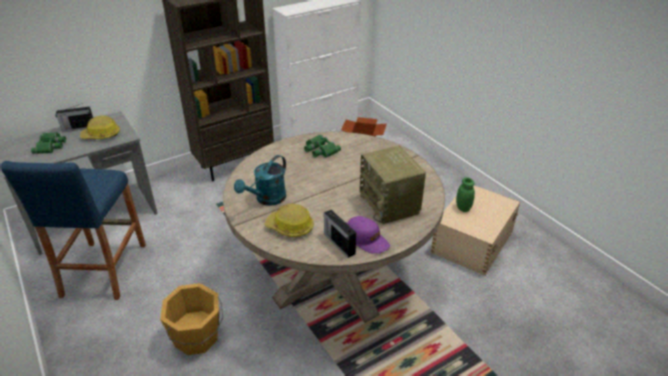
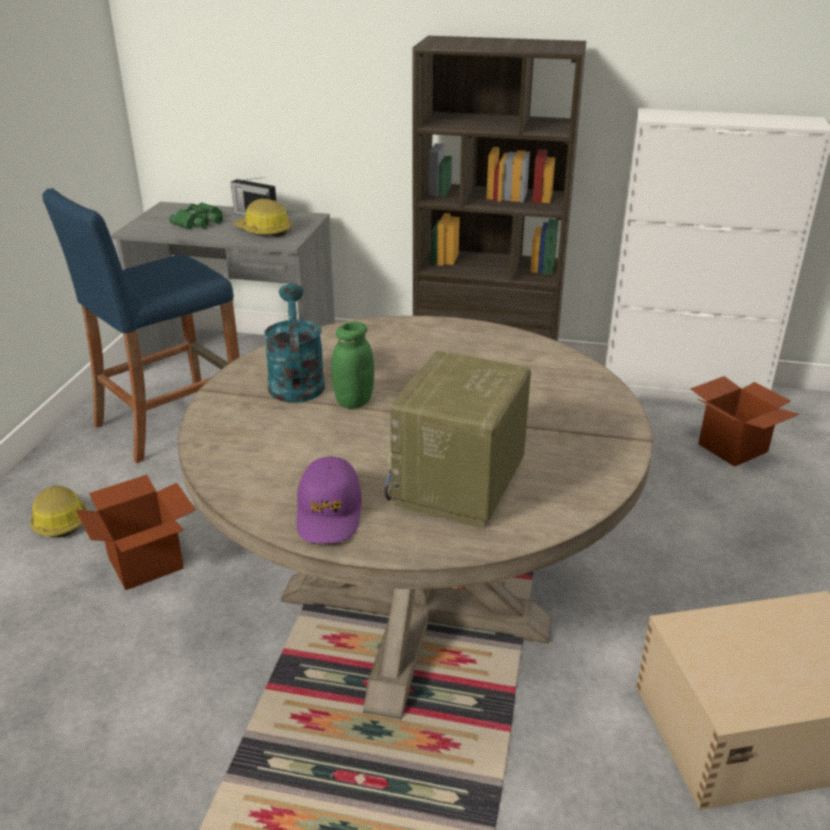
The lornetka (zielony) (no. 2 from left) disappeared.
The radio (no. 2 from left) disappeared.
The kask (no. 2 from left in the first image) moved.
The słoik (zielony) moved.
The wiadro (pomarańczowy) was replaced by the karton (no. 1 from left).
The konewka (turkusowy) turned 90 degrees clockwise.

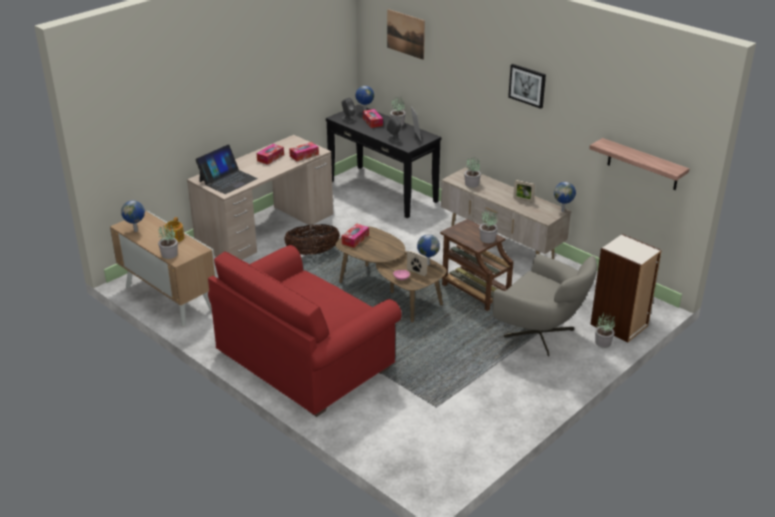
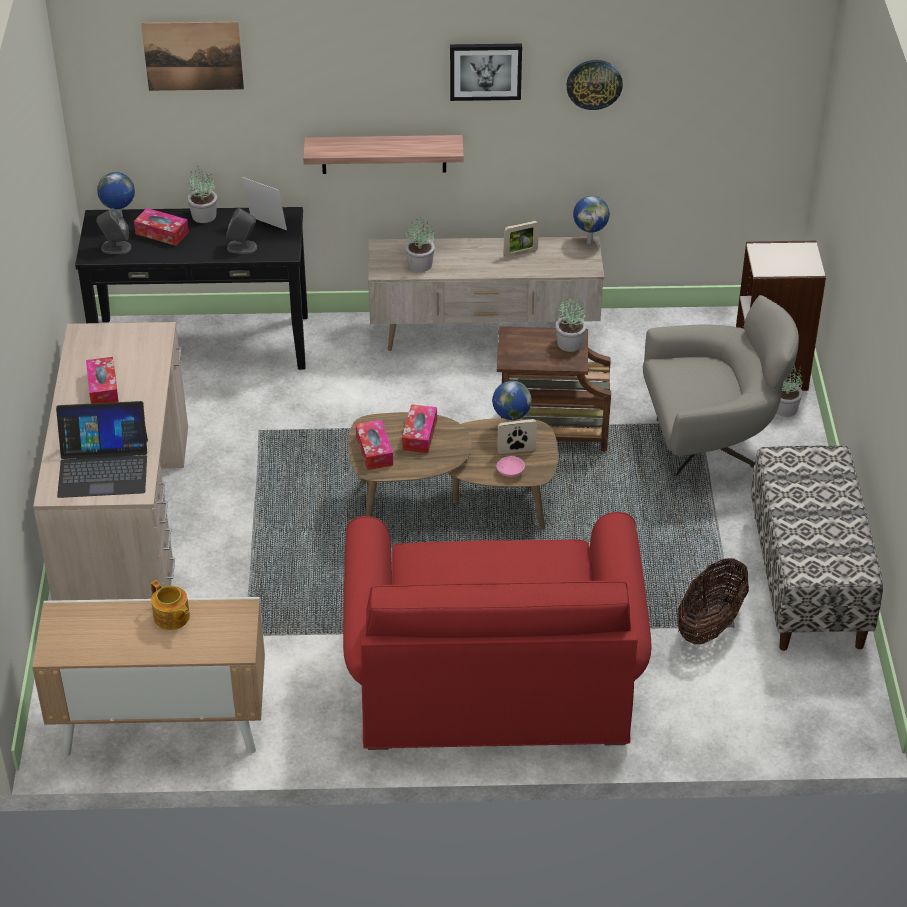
The globus (no. 1 from left) disappeared.
The roślina doniczkowa (no. 1 from left) disappeared.
The zegar ścienny appeared.
The ławka appeared.
The koszyk moved.
The pudełko chusteczek (no. 2 from left in the first image) moved.
The półka moved.
The laptop turned 90 degrees clockwise.

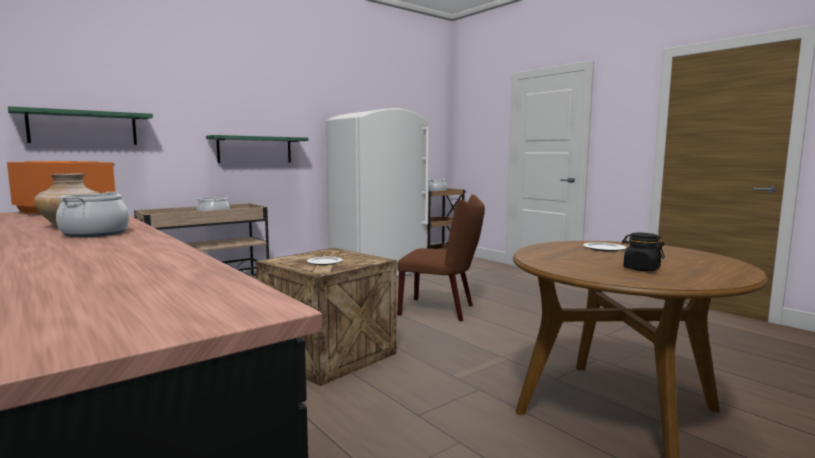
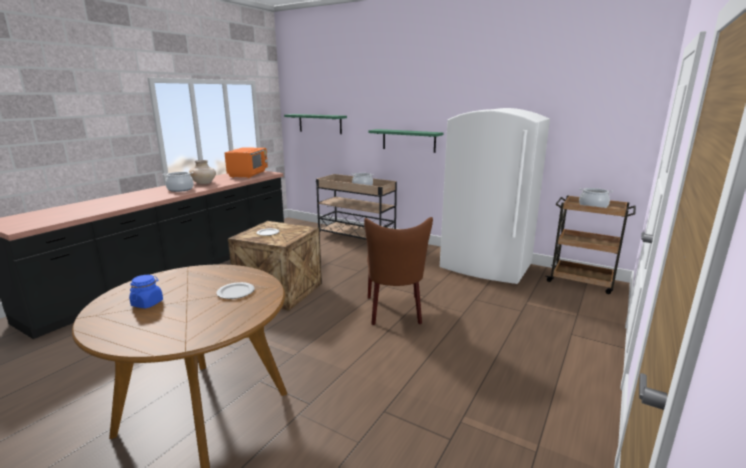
The słoik (czarny) became the słoik (niebieski).

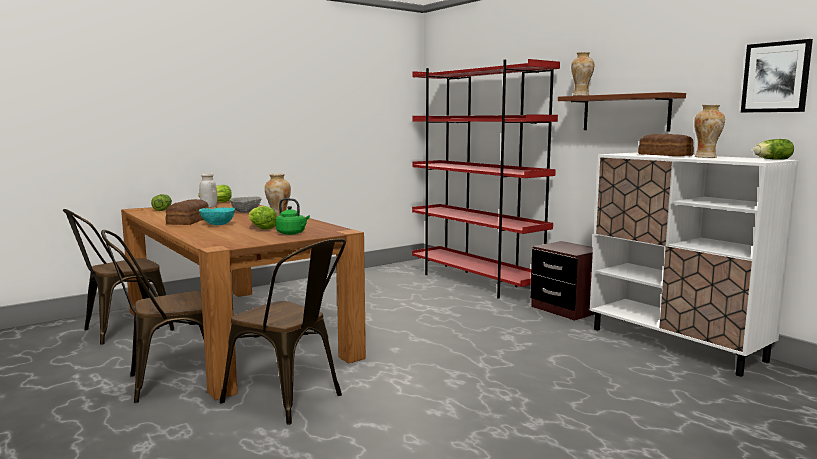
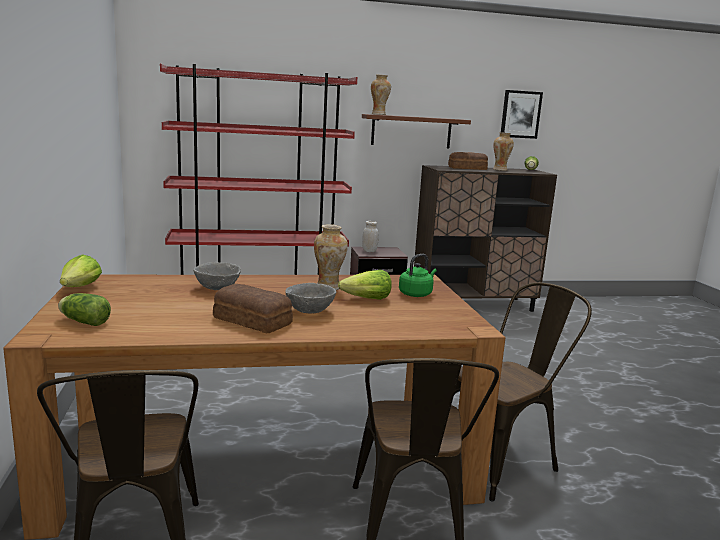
The słoik (biały) moved.
The miska (turkusowy) became the miska (szary) (no. 2 from left).
The szafka (biały) became the szafka (brązowy).

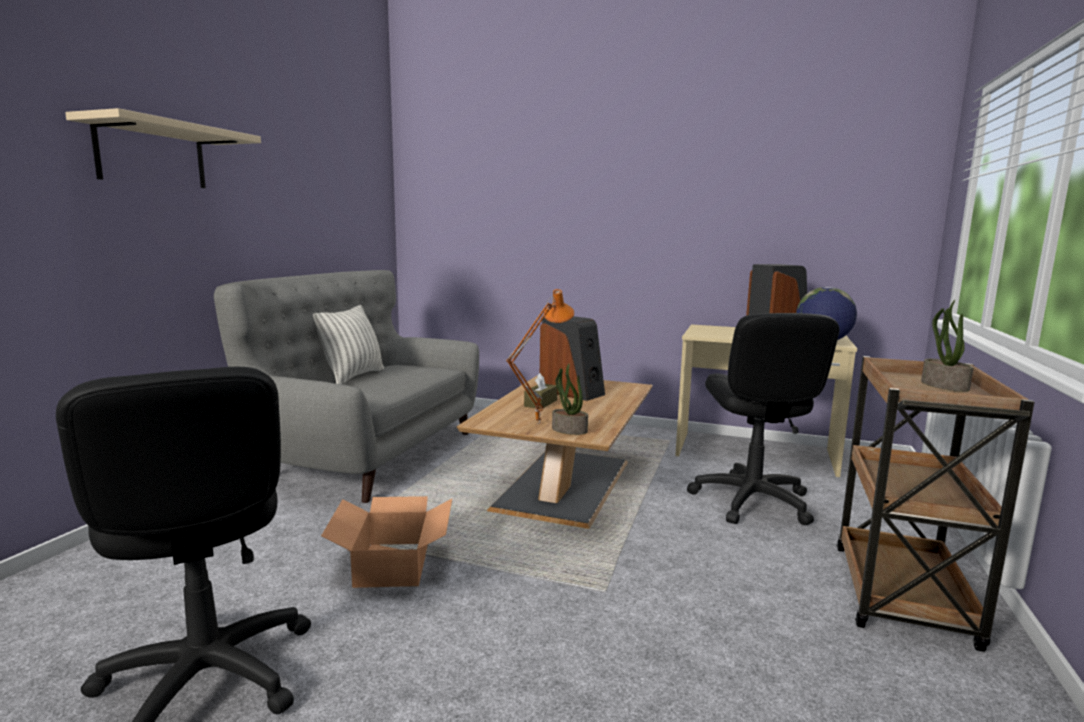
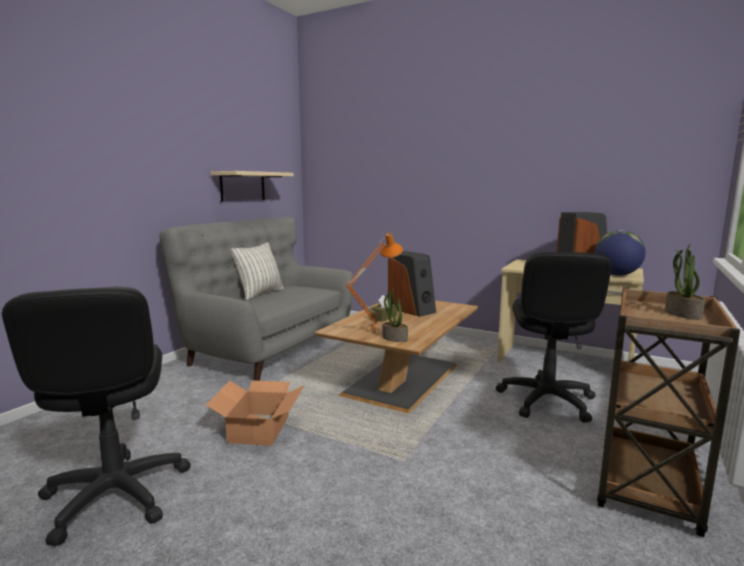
The półka (beżowy) moved.

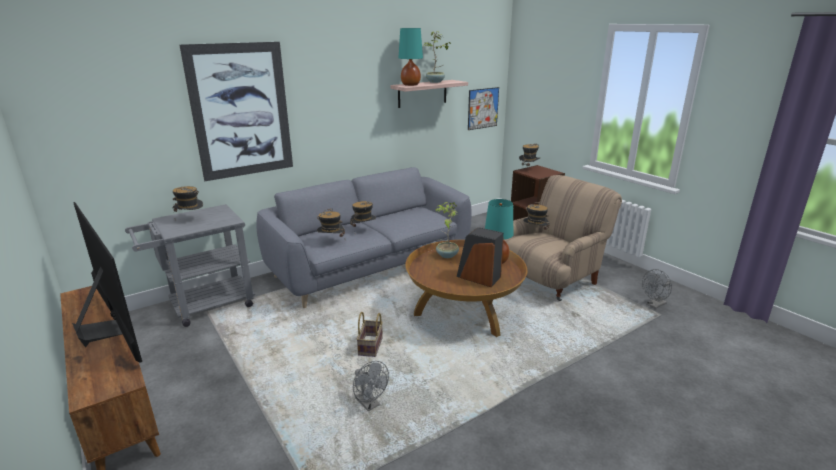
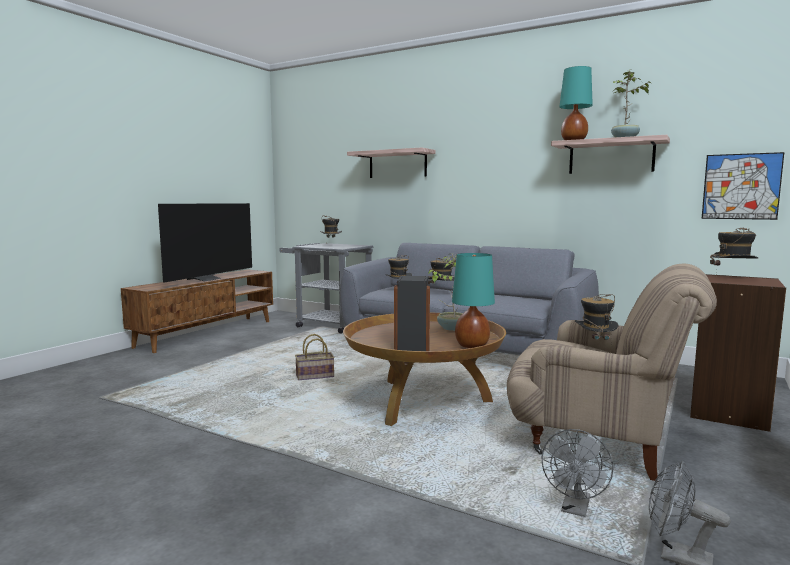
The wentylator (szary) (no. 1 from left) moved.
The obraz (no. 1 from left) was replaced by the półka (no. 1 from left).

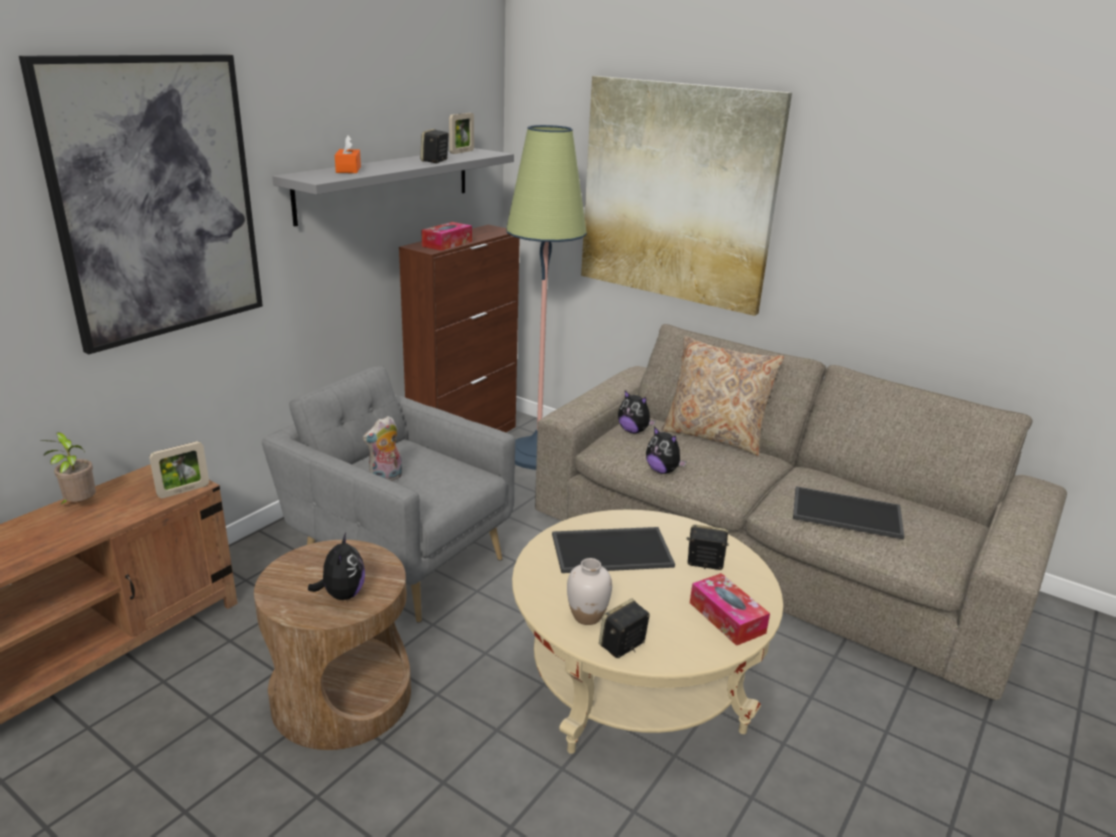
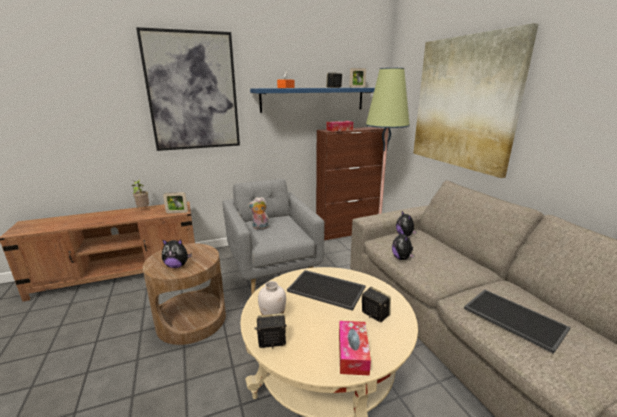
The poduszka (beżowy) disappeared.
The półka (szary) became the półka (niebieski).
The pluszak (no. 1 from left) turned 60 degrees clockwise.

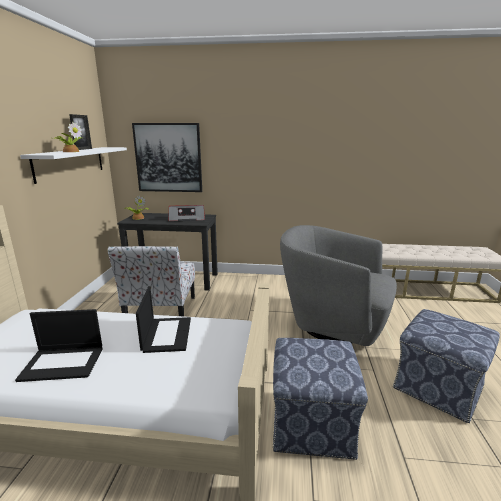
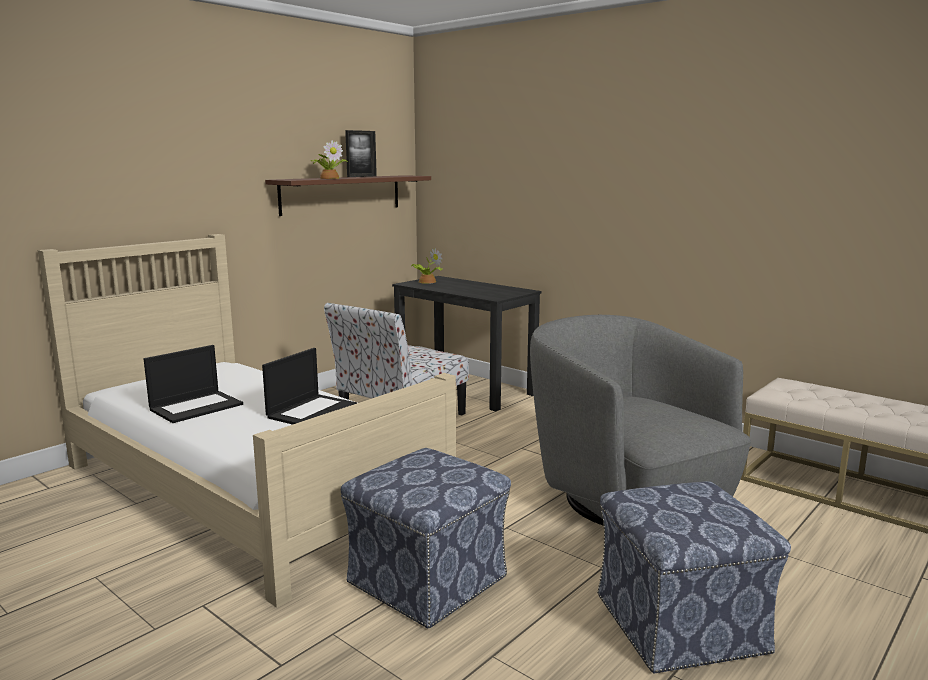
The obraz disappeared.
The radio disappeared.
The półka (biały) became the półka (brązowy).
The laptop (no. 1 from left) turned 75 degrees counterclockwise.

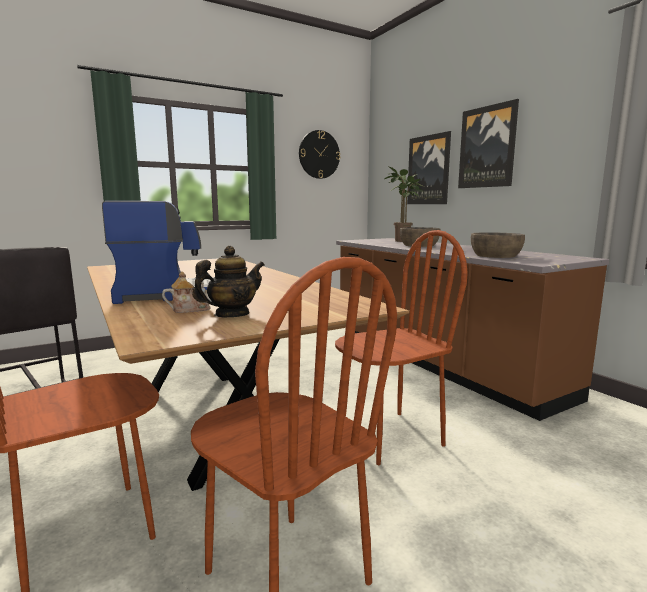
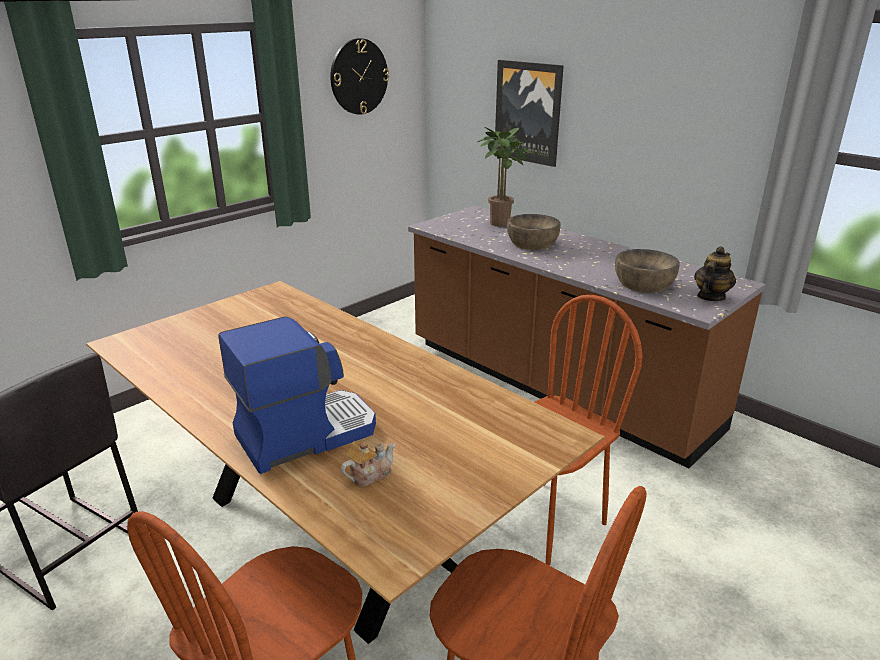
The obraz (no. 2 from left) disappeared.
The imbryk (no. 2 from left) moved.

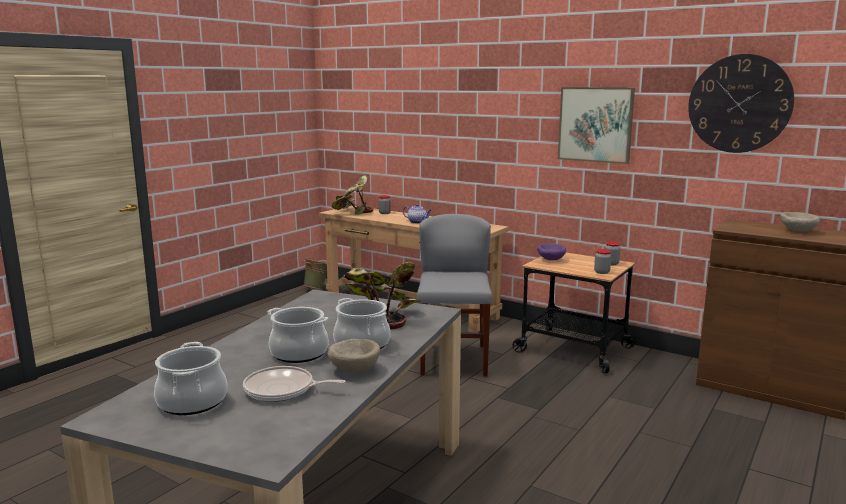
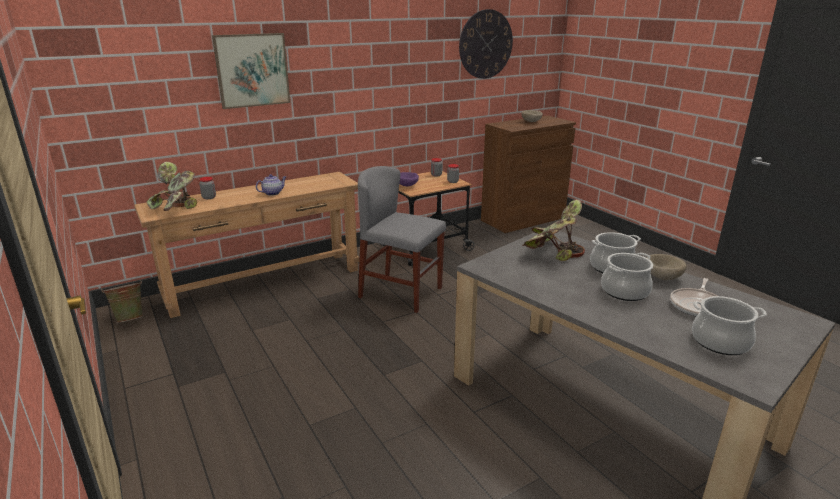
The obraz moved.

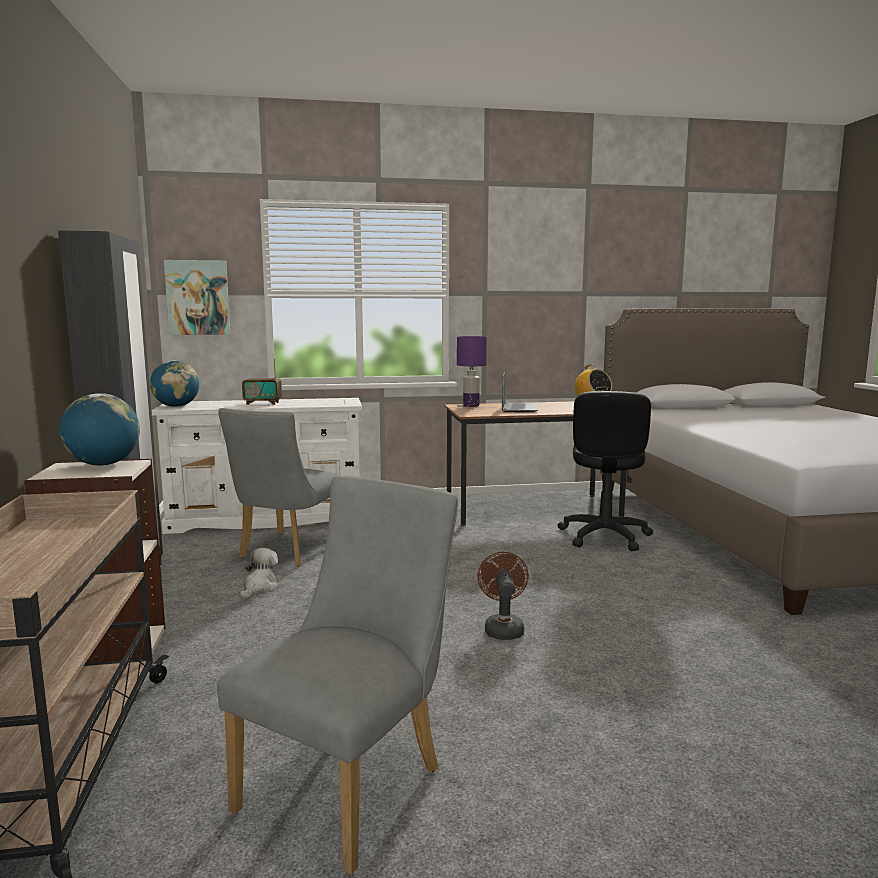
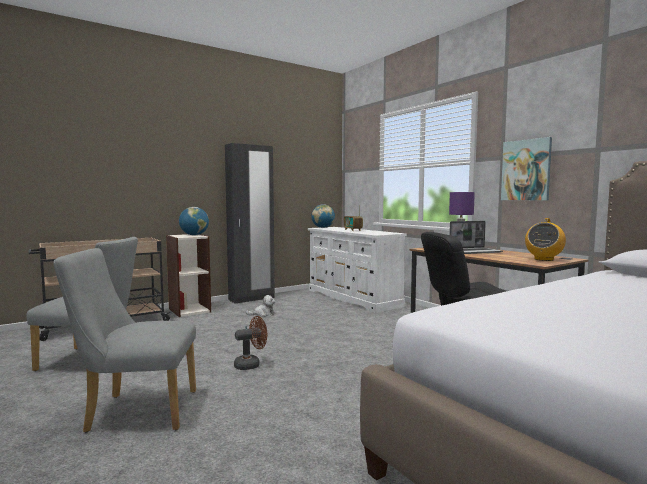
The obraz moved.
The krzesło (szary) (no. 1 from left in the first image) moved.

